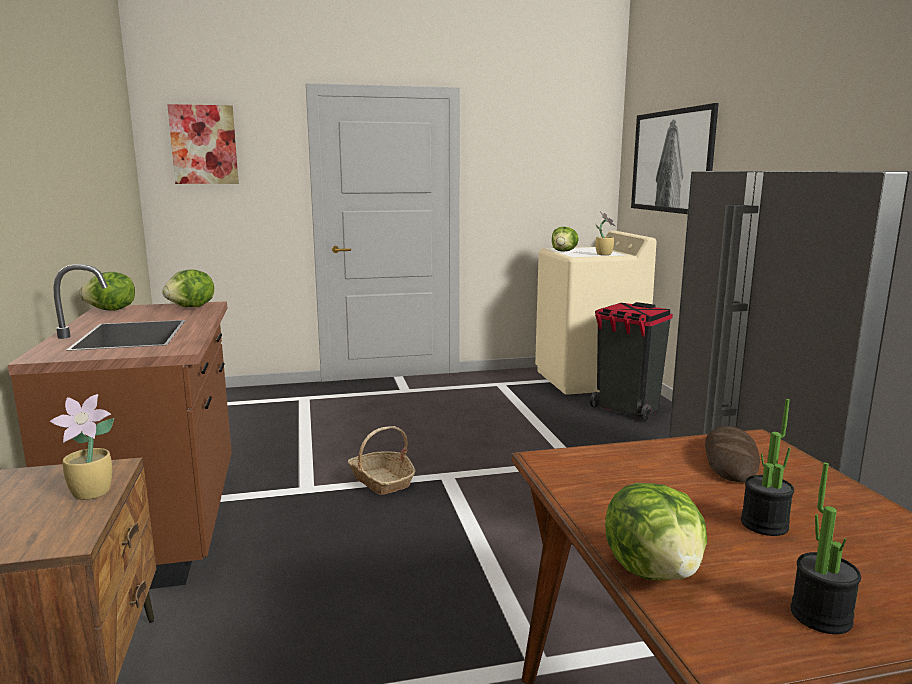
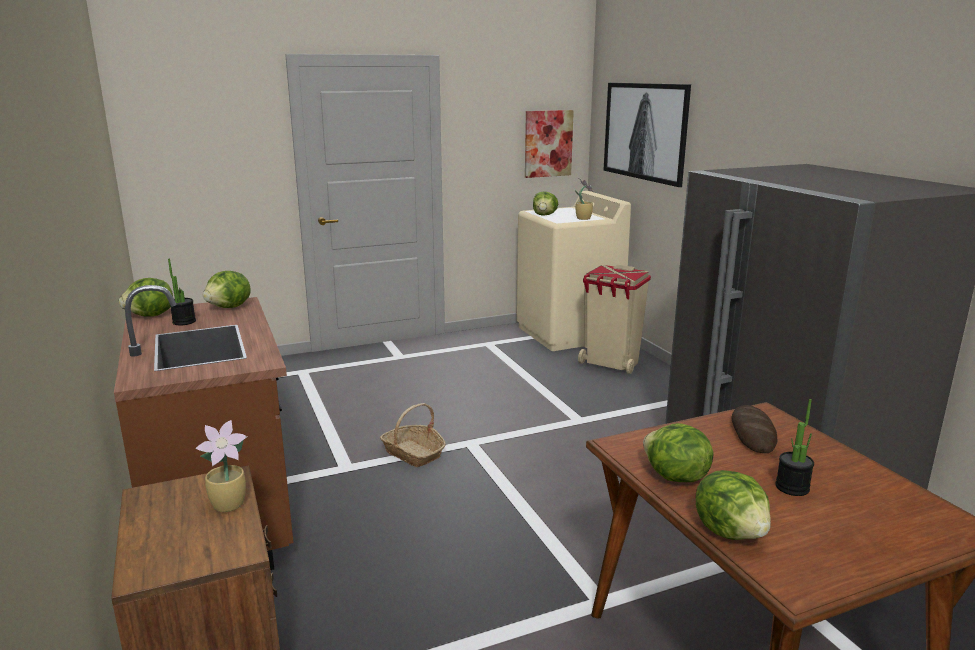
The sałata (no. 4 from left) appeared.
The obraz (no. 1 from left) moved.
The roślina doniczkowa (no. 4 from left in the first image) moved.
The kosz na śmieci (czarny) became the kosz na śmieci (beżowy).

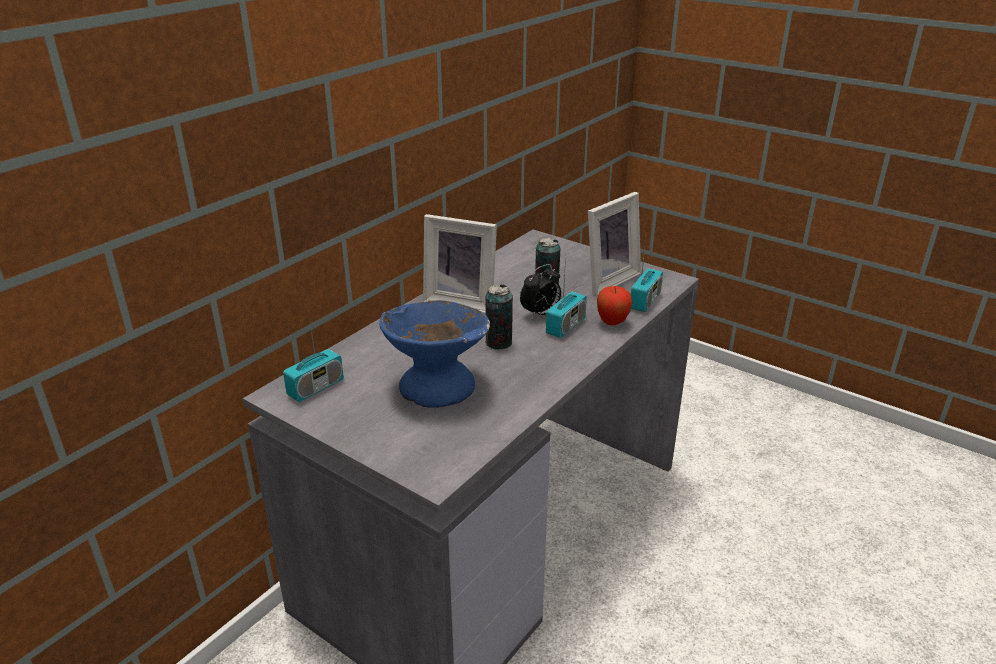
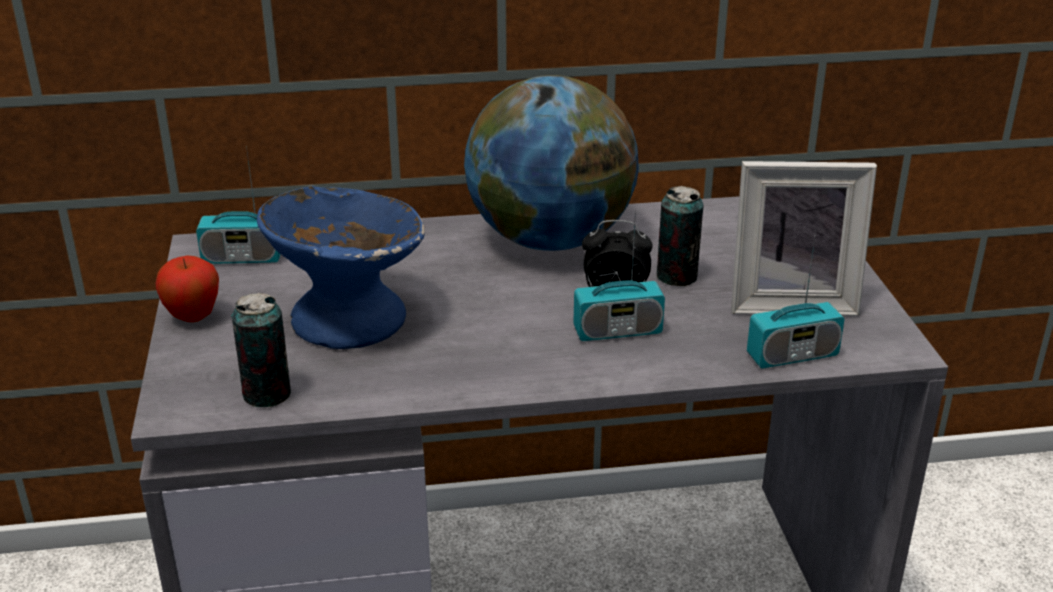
The puszka (no. 1 from left) moved.
The jabłko moved.
The ramka na zdjęcie (no. 1 from left) was replaced by the globus.

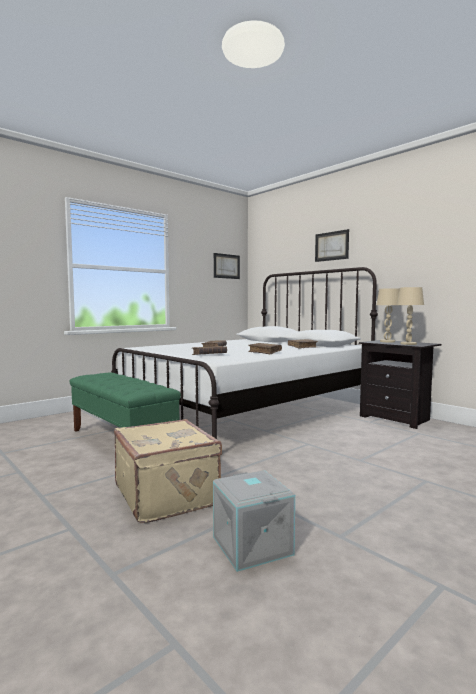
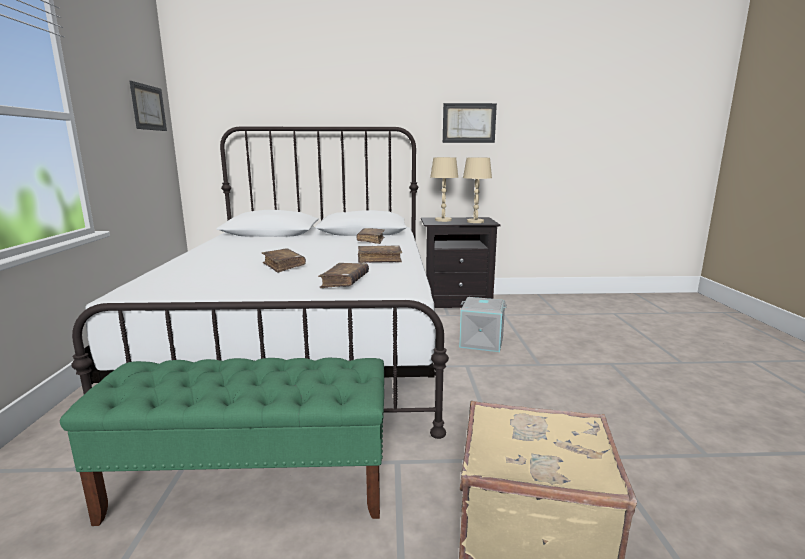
The pojemnik do przechowywania (szary) moved.
The obraz (no. 2 from left) moved.

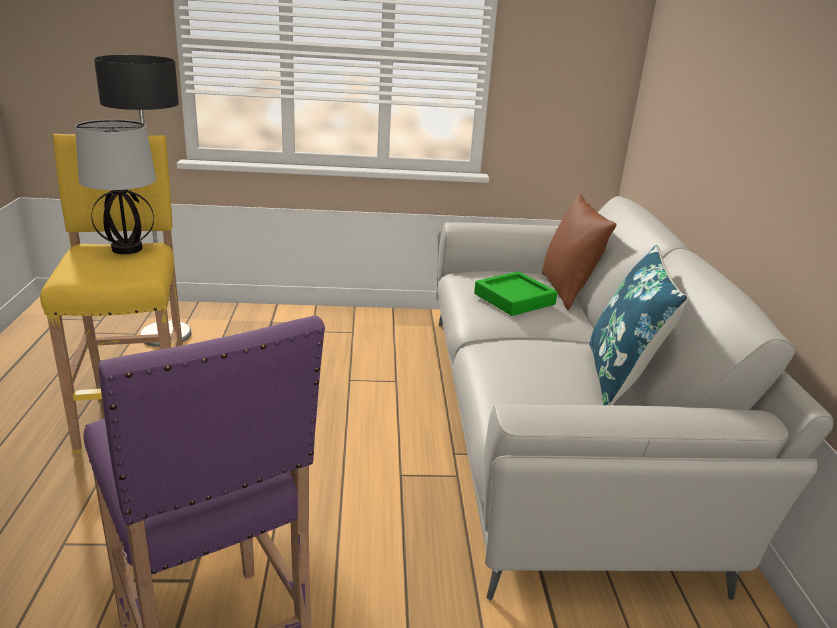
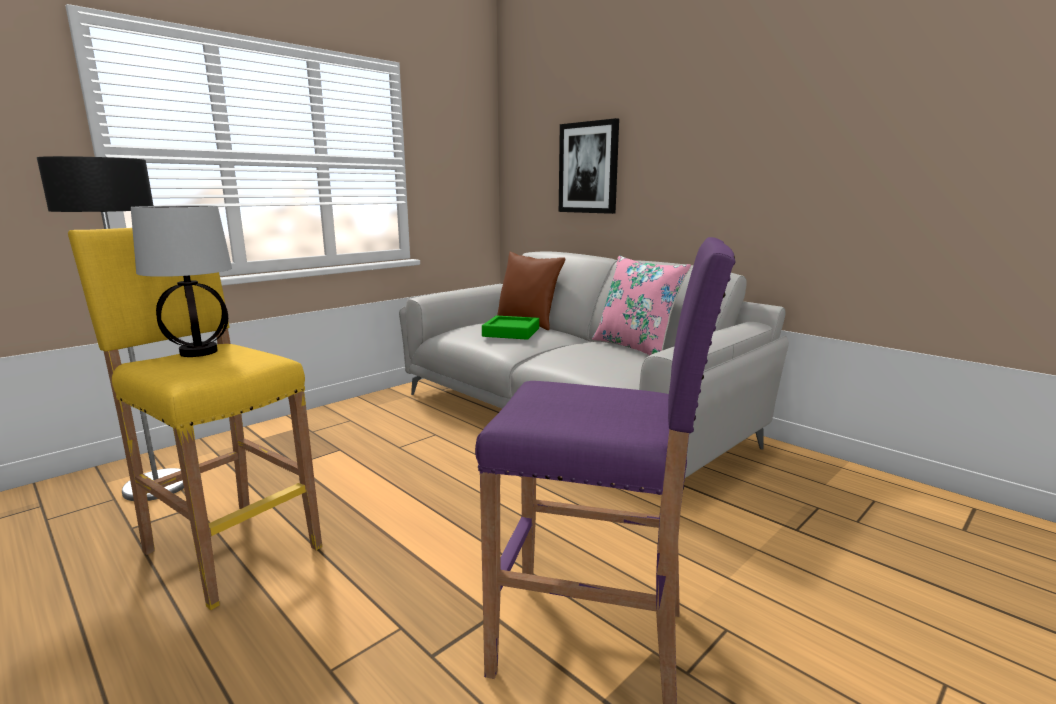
The obraz appeared.
The poduszka (niebieski) became the poduszka (różowy).

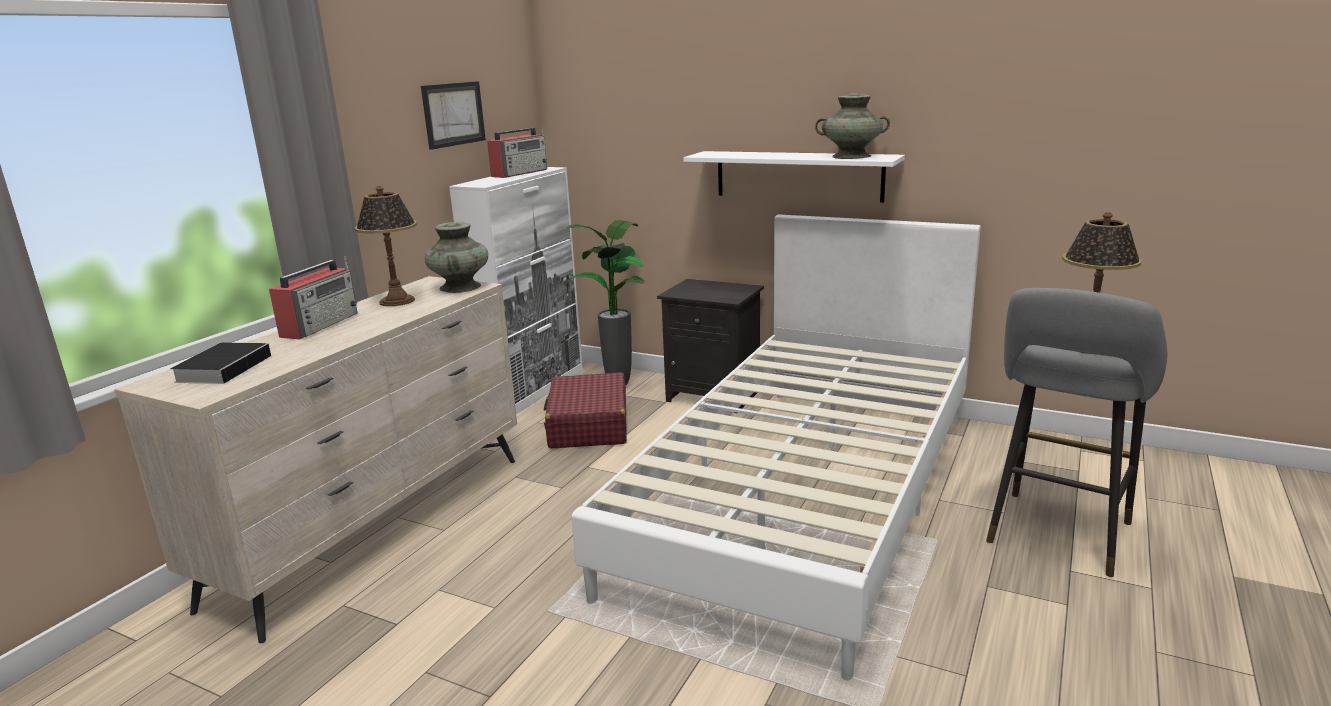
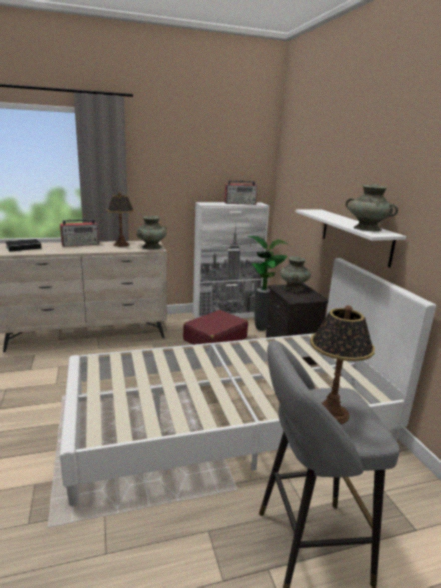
The obraz disappeared.
The wazon (turkusowy) (no. 2 from left) appeared.

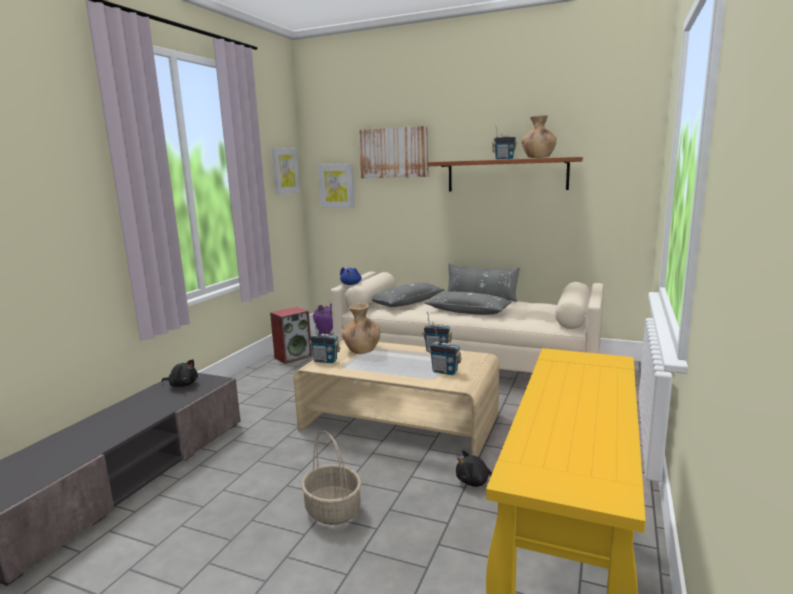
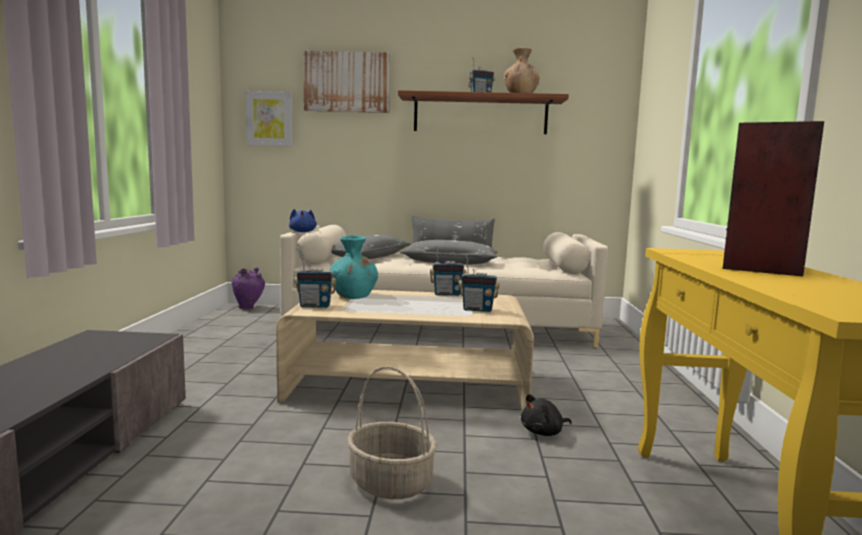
The pluszak (czarny) (no. 1 from left) disappeared.
The obraz (no. 1 from left) disappeared.
The głośnik moved.
The wazon (brązowy) (no. 1 from left) became the wazon (turkusowy).

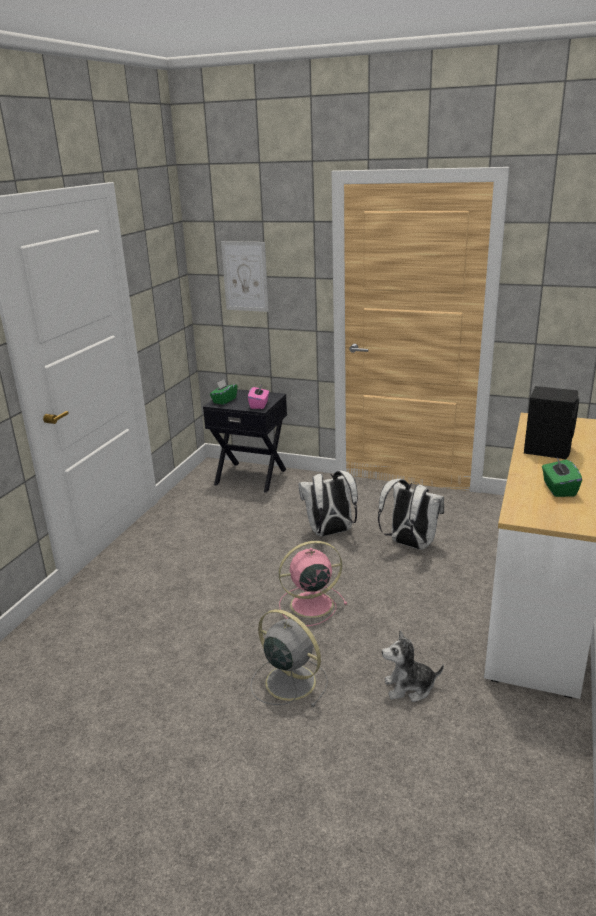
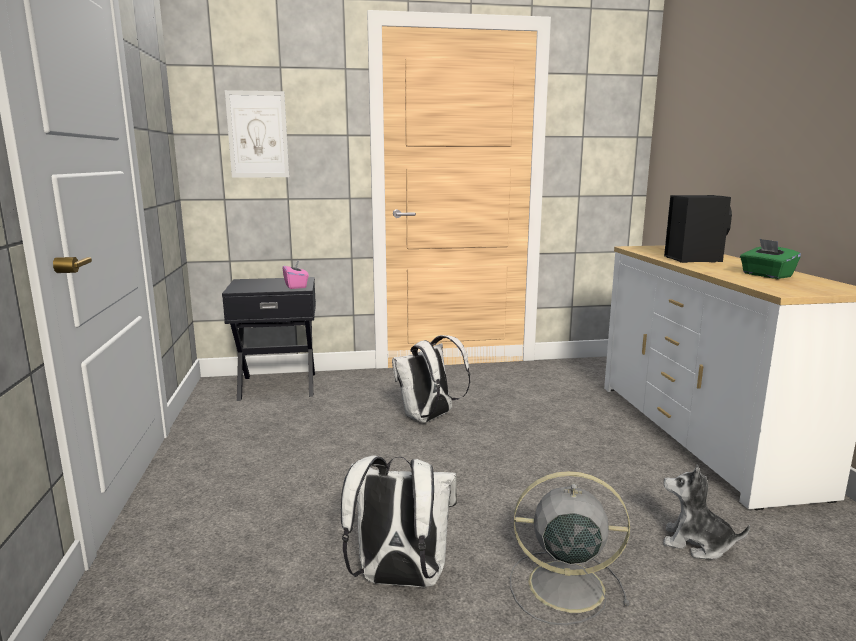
The pudełko chusteczek (zielony) (no. 1 from left) disappeared.
The wentylator (różowy) disappeared.
The plecak (biały) (no. 2 from left in the first image) moved.
The pluszak turned 60 degrees clockwise.

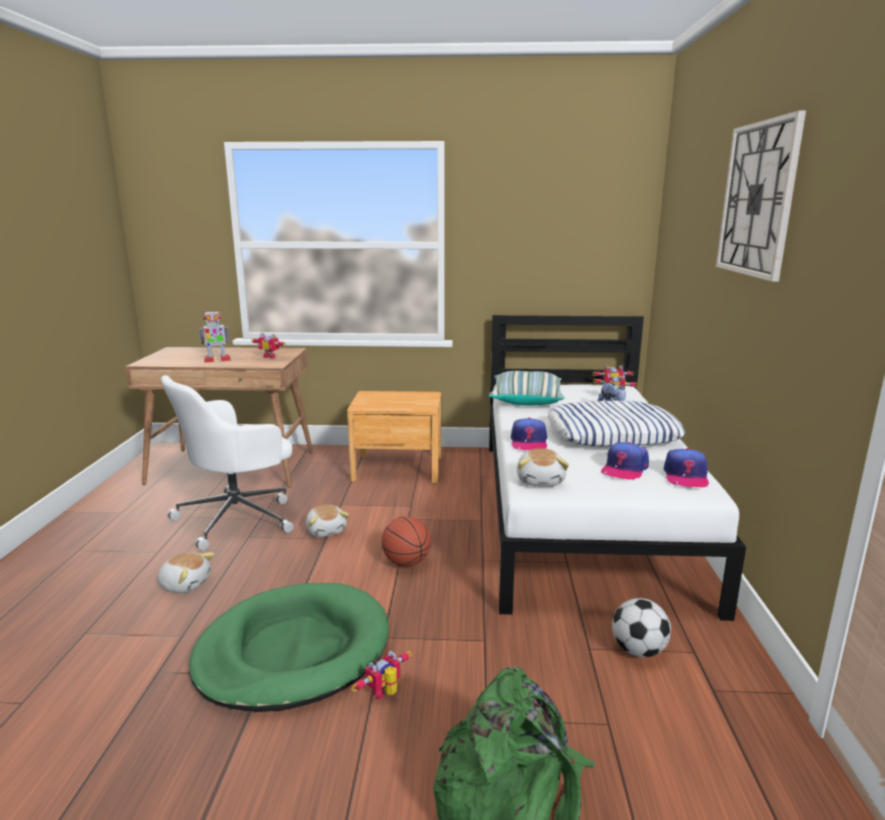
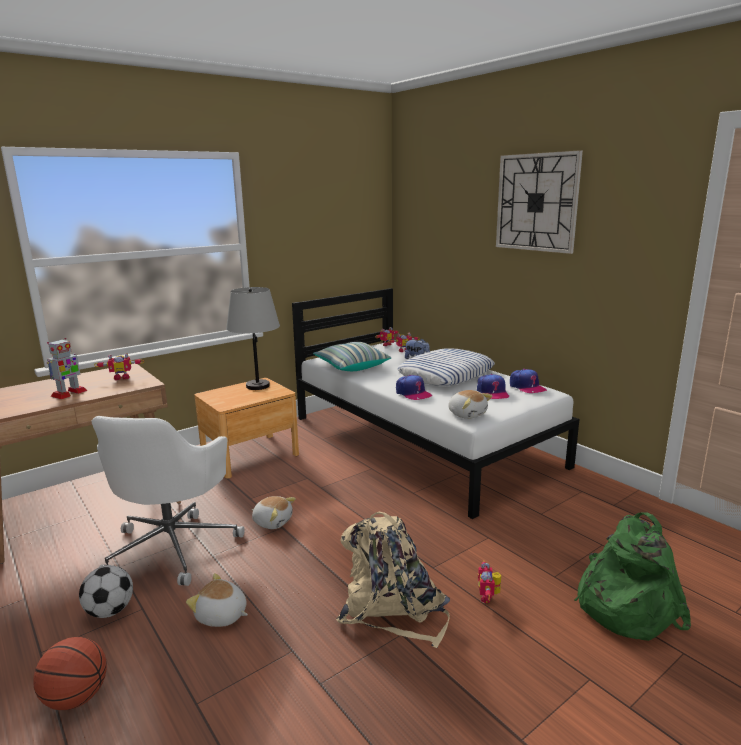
The lampa stołowa (szary) appeared.
The piłka do koszykówki moved.
The piłka futbolowa moved.
The legowisko (zielony) was replaced by the plecak (beżowy).
The pluszak (no. 1 from left) turned 135 degrees counterclockwise.

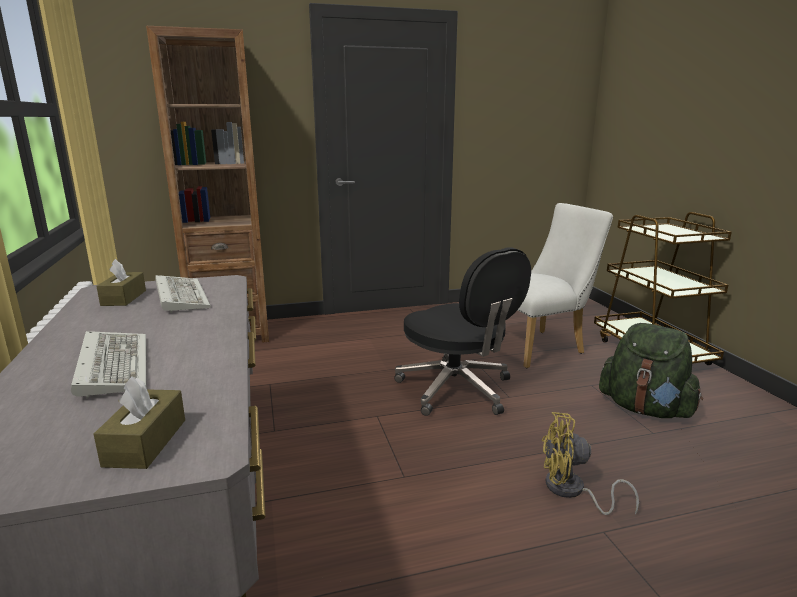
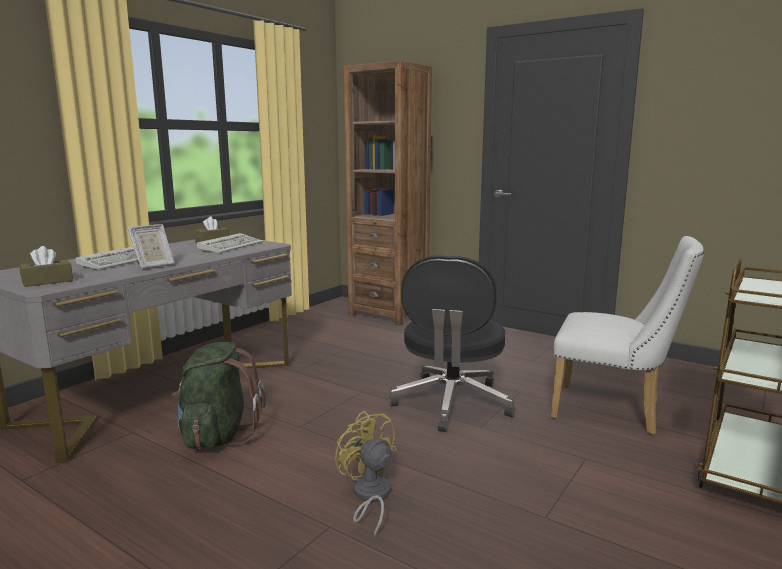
The ramka na zdjęcie appeared.
The plecak (zielony) moved.

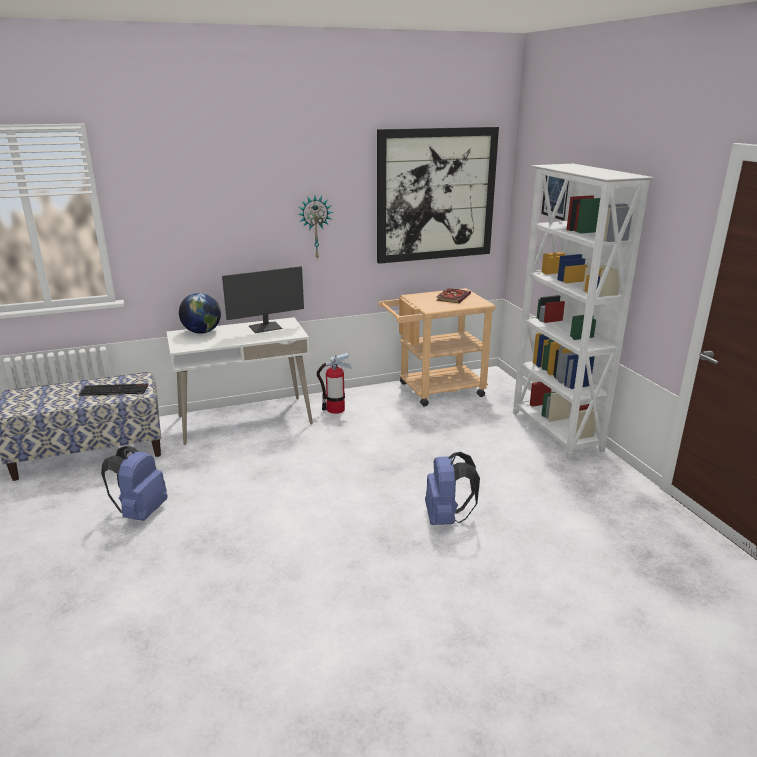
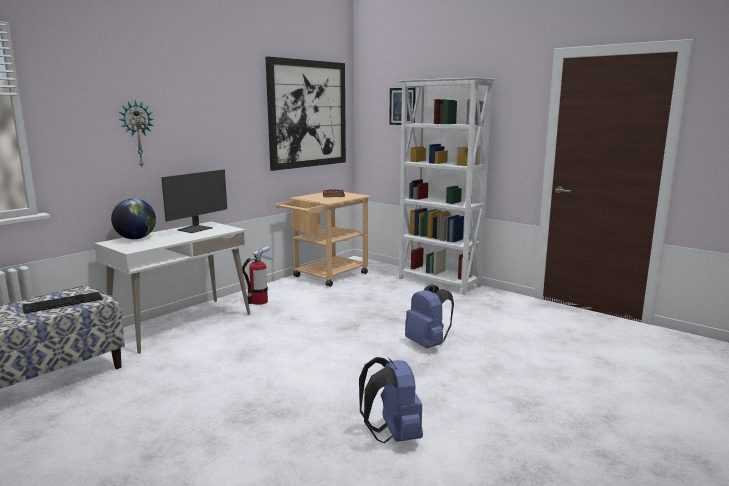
The plecak (niebieski) (no. 1 from left) moved.
The zegar ścienny moved.

